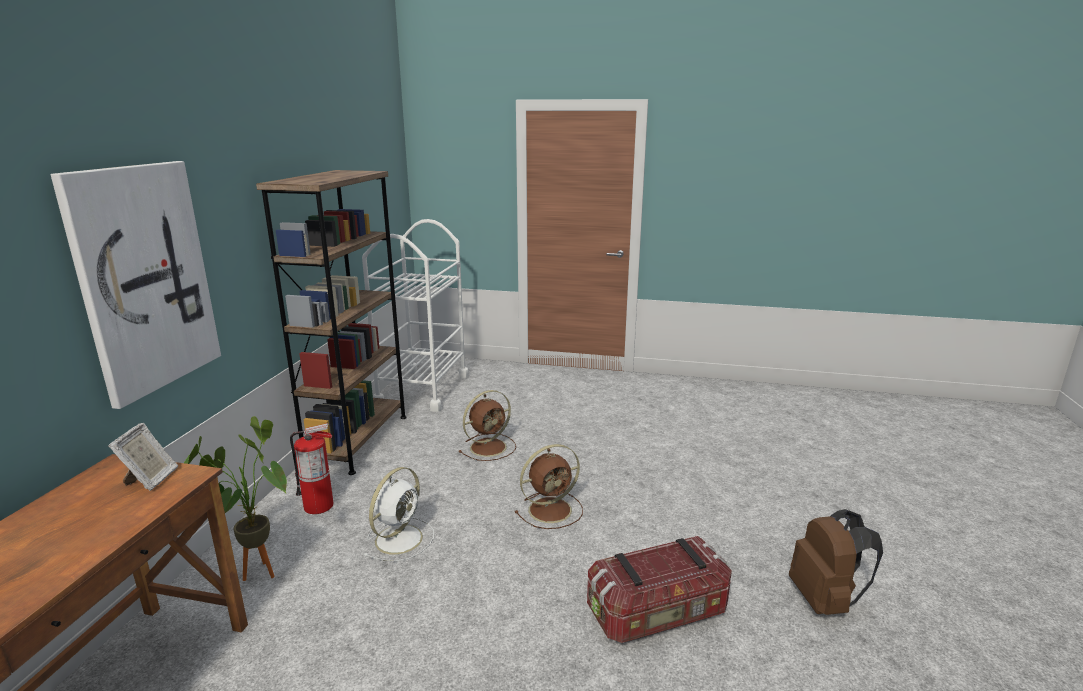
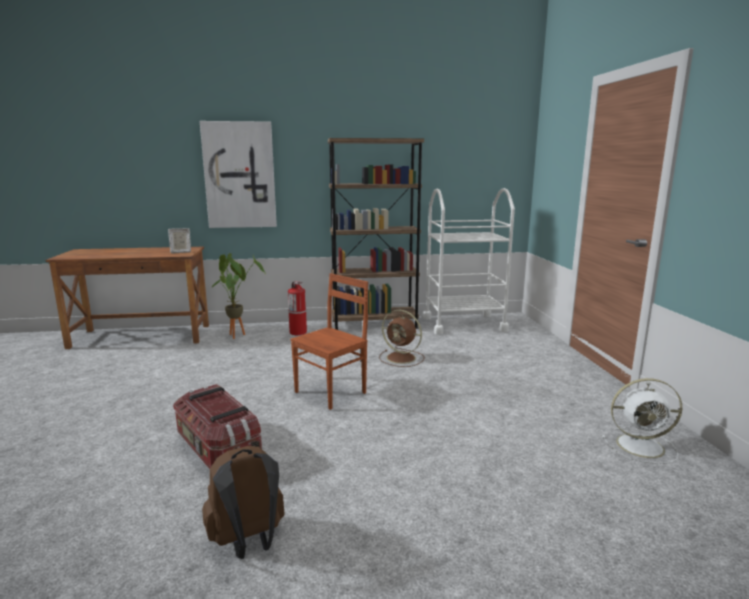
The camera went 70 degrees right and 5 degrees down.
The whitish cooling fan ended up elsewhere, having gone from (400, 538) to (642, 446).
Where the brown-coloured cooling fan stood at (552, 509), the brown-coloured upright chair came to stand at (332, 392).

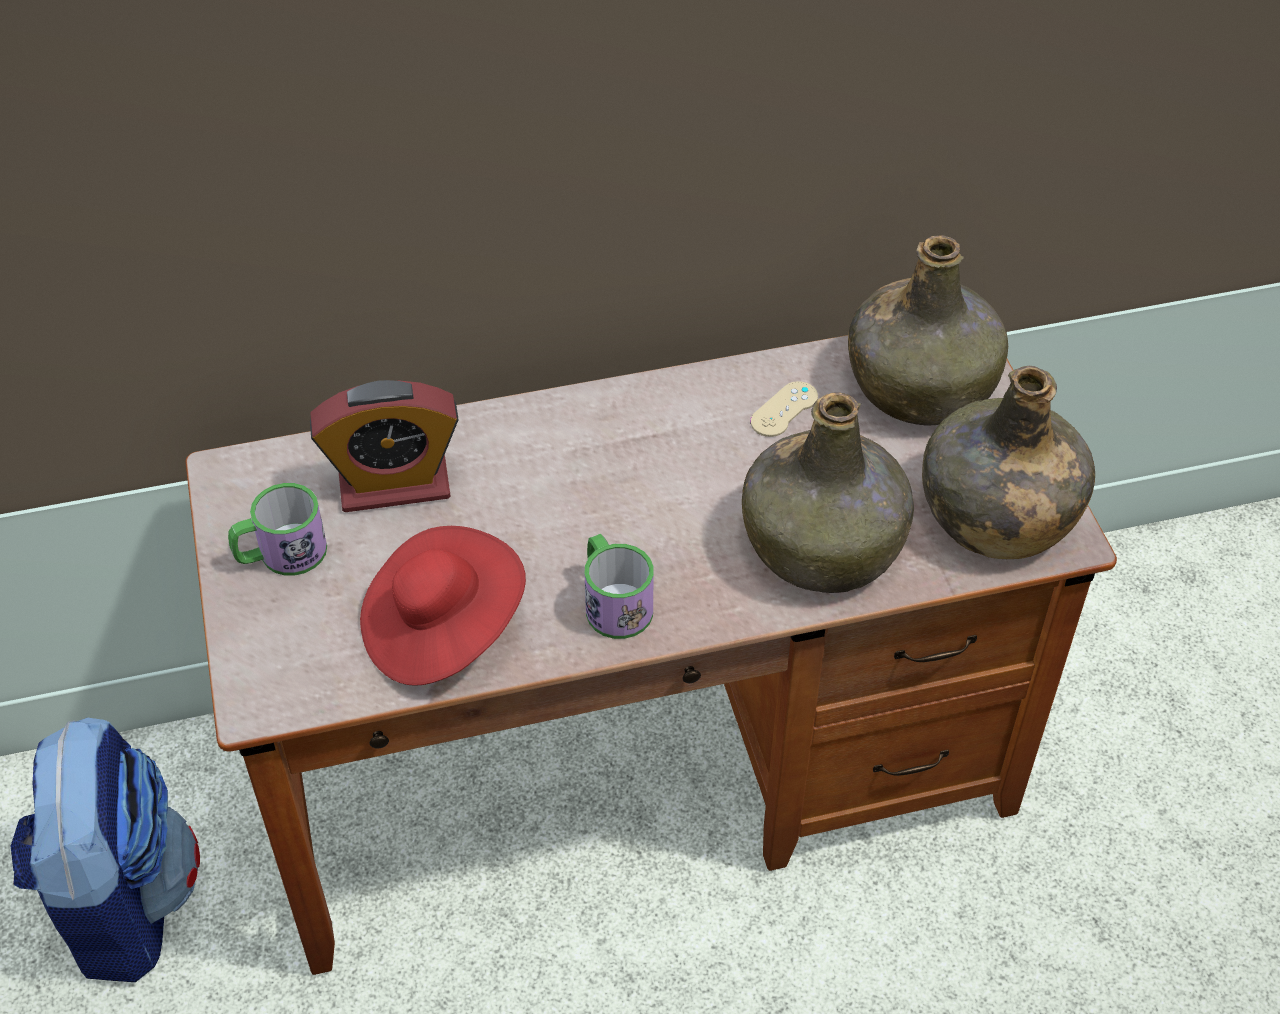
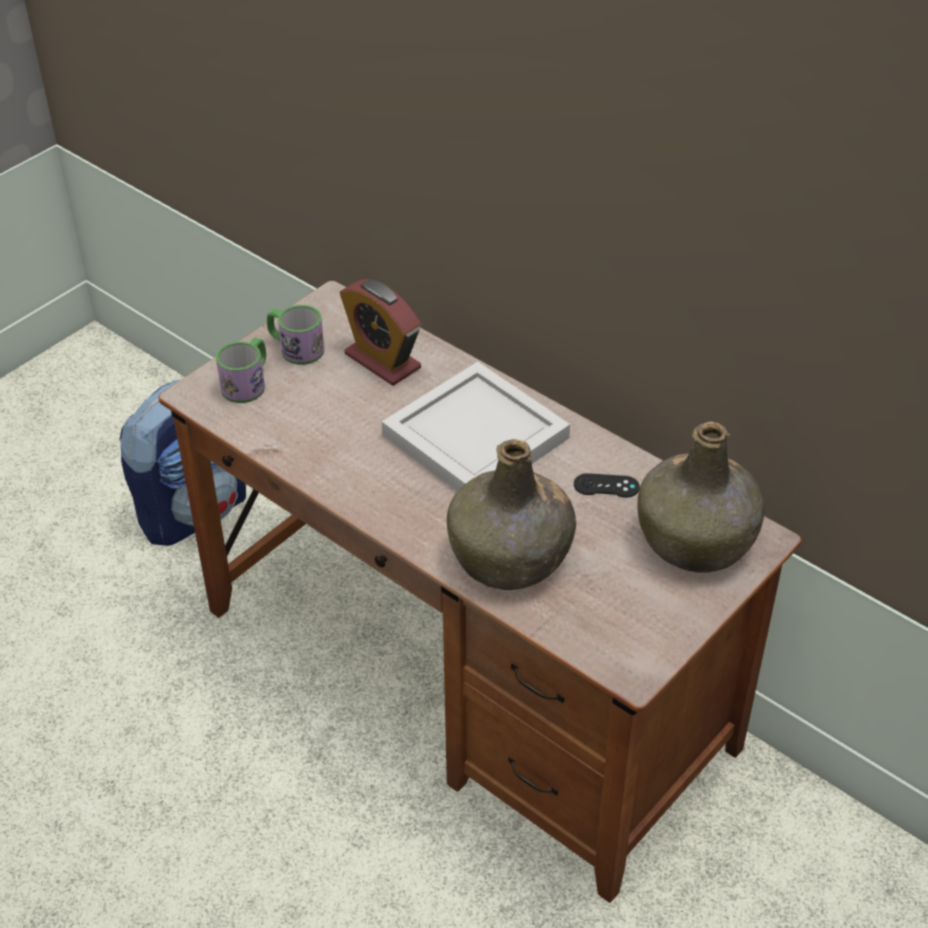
The camera went 55 degrees right and 5 degrees down.
The second view lost the reddish wearable hat at (442, 629).
The second view lost the greenish beverage bottle at (996, 514).
The second view gained the whitish tray at (472, 436).
The coffee mug ended up elsewhere, having gone from (613, 602) to (248, 383).
What was the beige gamepad at (784, 409) turned into the black gamepad at (606, 486).

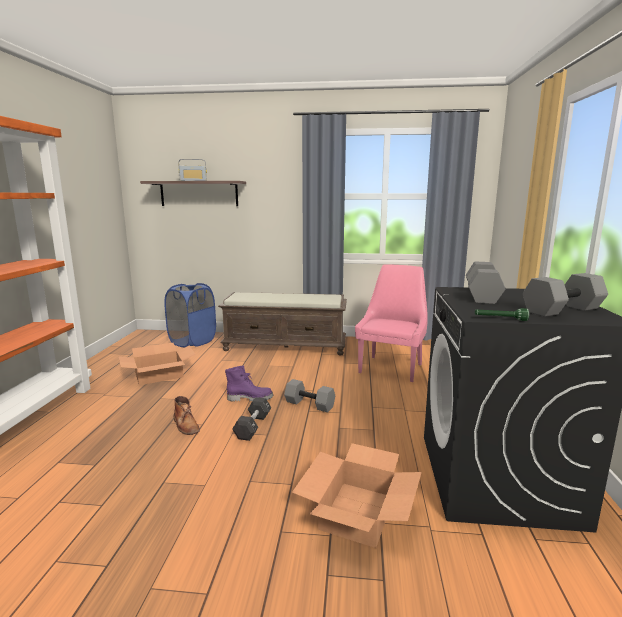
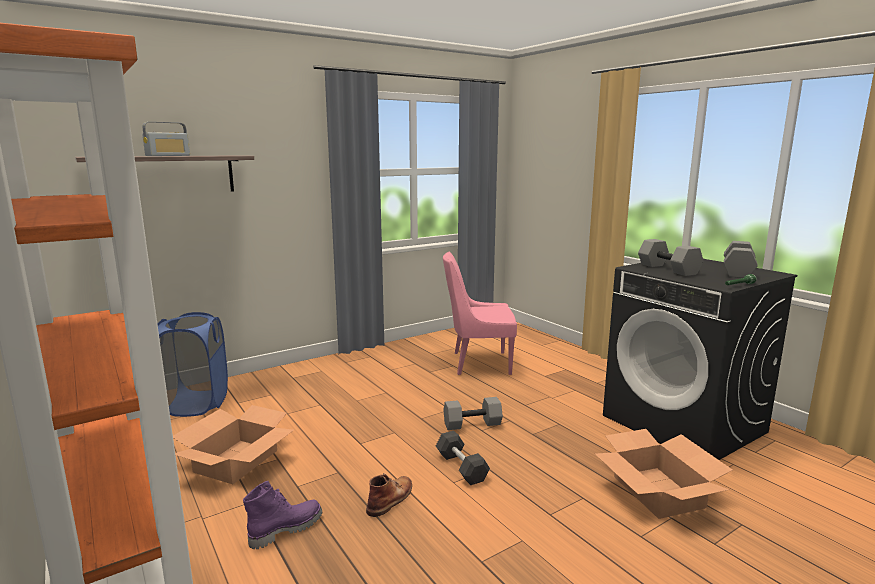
The camera went 40 degrees left and 0 degrees up.
The second view lost the brown-coloured indoor bench at (286, 346).
The purple-coloured tall boot ended up elsewhere, having gone from (250, 398) to (285, 529).
The brown-coloured tall boot at (186, 425) ended up facing another way, 75 degrees counterclockwise from before.
The pink upright chair at (391, 368) ended up facing another way, 75 degrees counterclockwise from before.

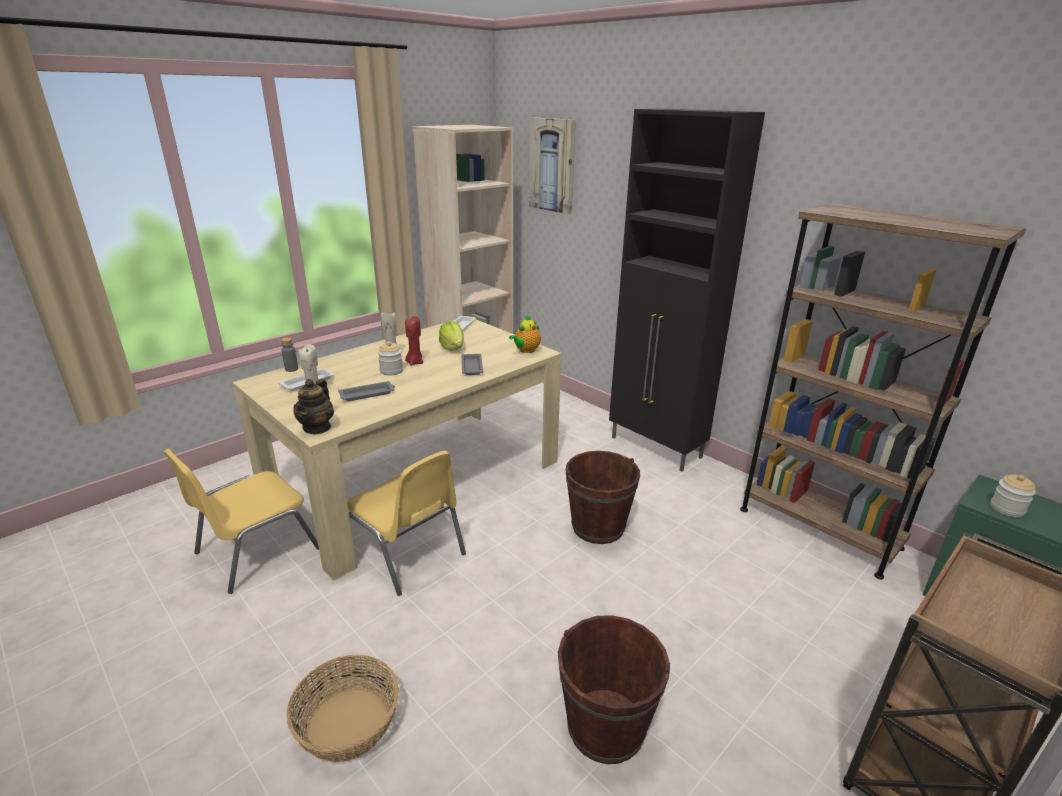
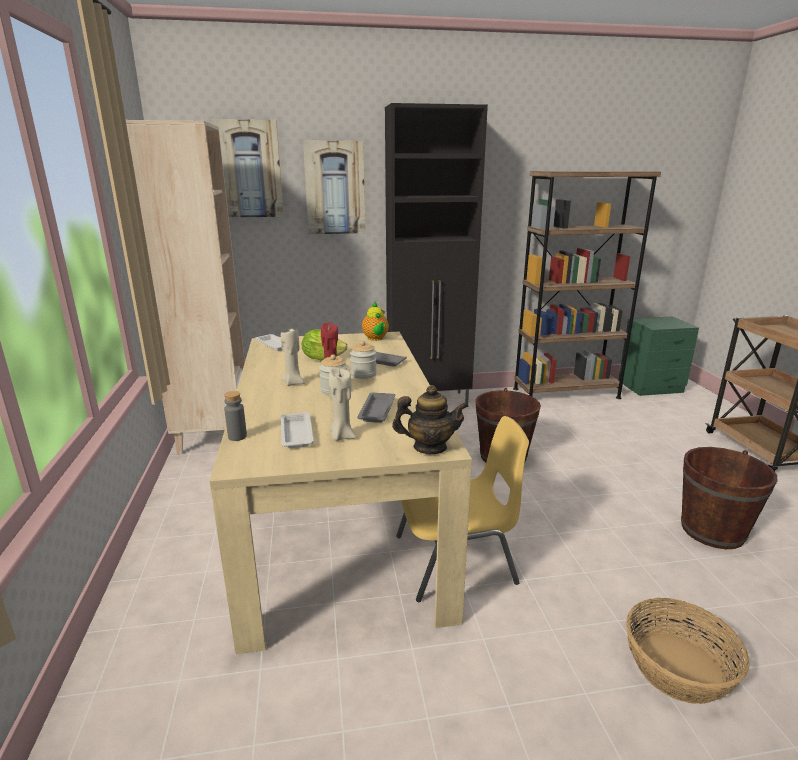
The camera went 55 degrees left and 5 degrees down.
The second view lost the yellow upright chair at (255, 551).
The second view gained the wall art at (335, 188).
The storage jar ended up elsewhere, having gone from (1007, 509) to (363, 374).
The pot for tea at (317, 427) ended up facing another way, 45 degrees counterclockwise from before.

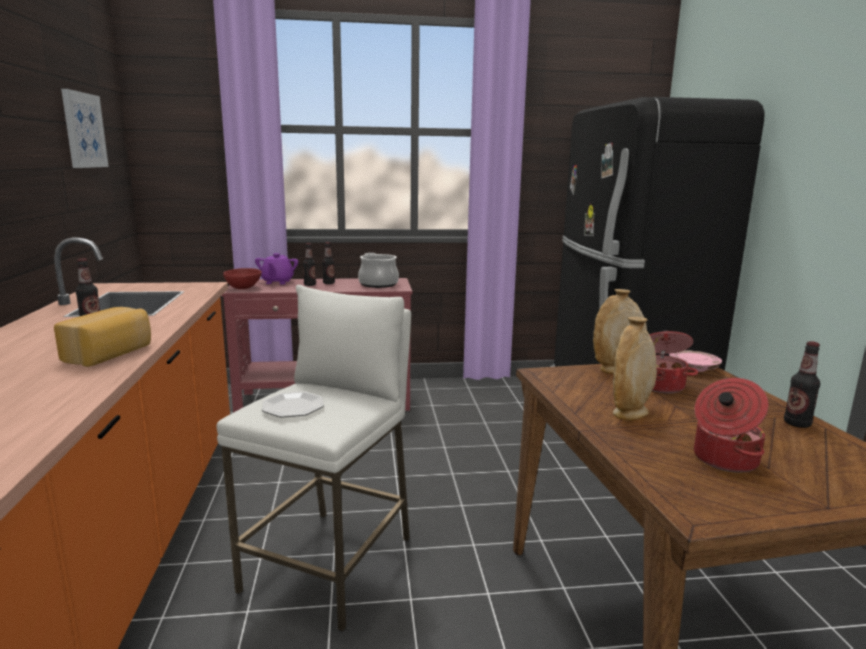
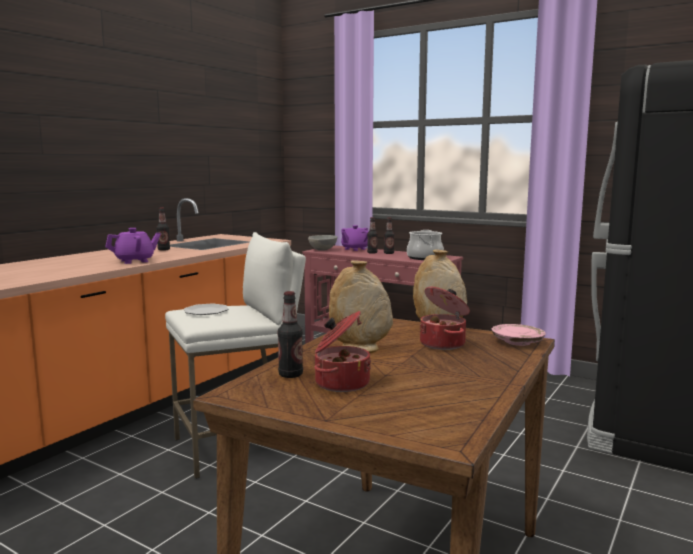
The camera went 40 degrees right and 5 degrees down.
The second view lost the wall art at (83, 130).
The beverage bottle ended up elsewhere, having gone from (797, 424) to (290, 375).
Where the bakery bread stood at (110, 354), the purple-coloured pot for tea came to stand at (135, 261).
What was the reddish bowl at (244, 288) turned into the grey bowl at (323, 250).

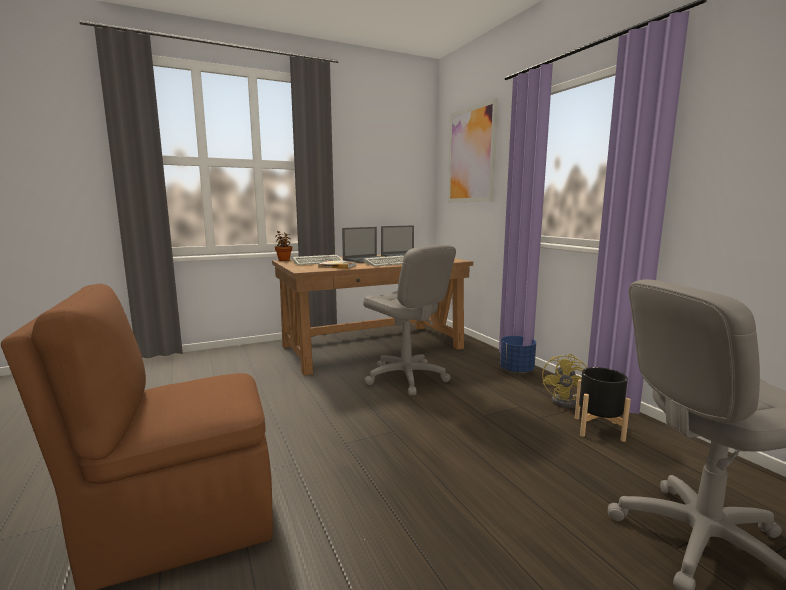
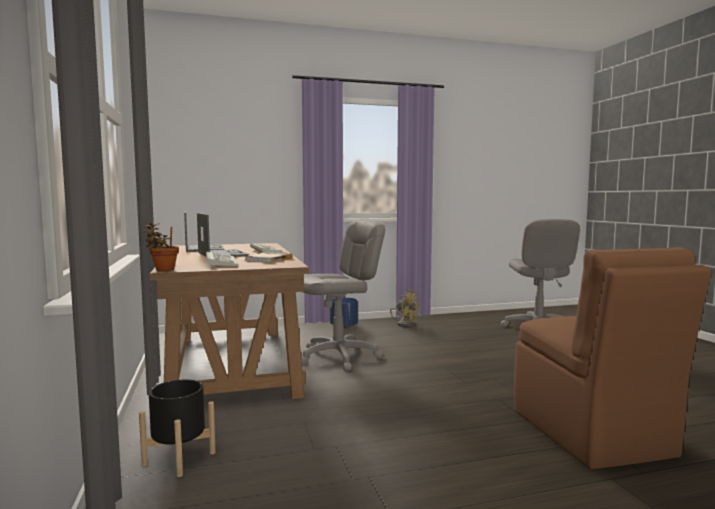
The camera went 80 degrees left and 5 degrees down.
The second view lost the wall art at (471, 155).
The black plant pot ended up elsewhere, having gone from (598, 428) to (179, 459).

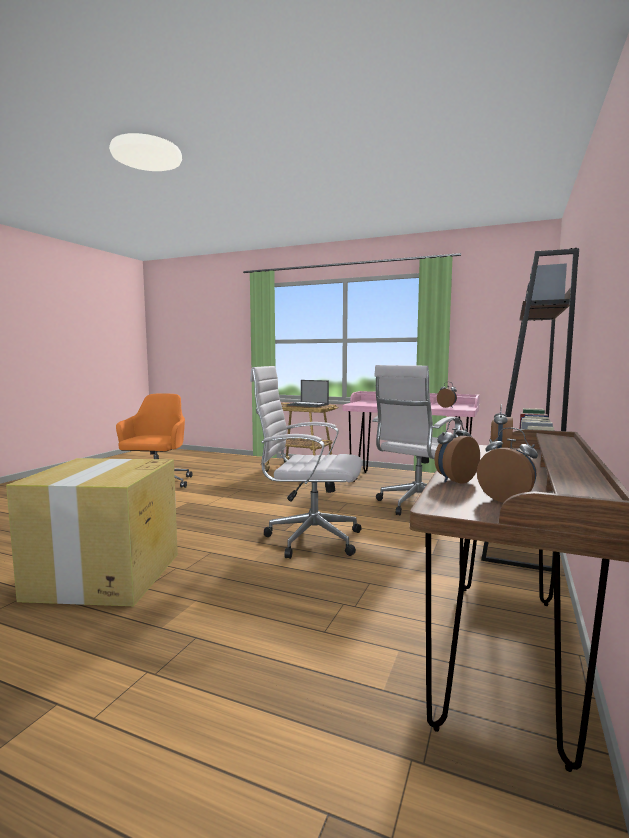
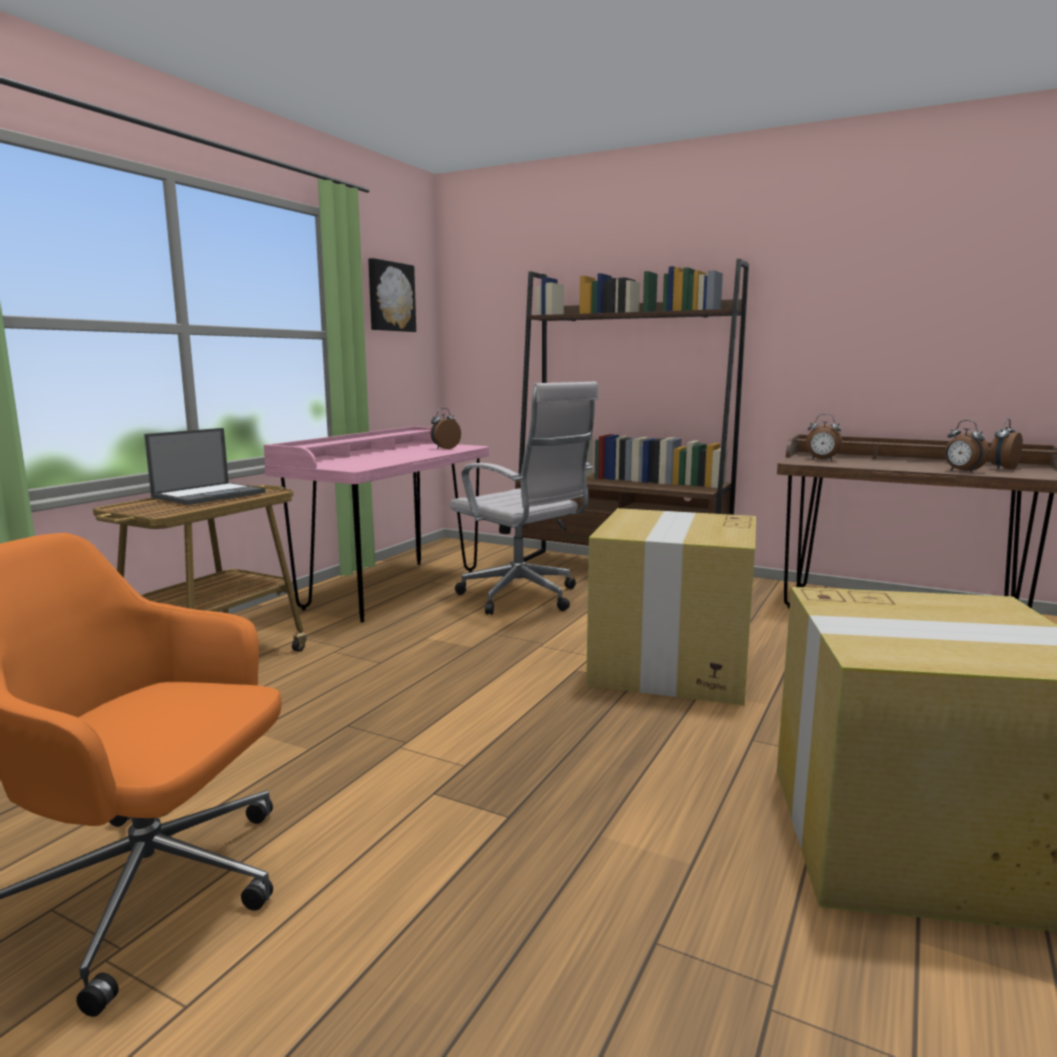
The camera went 85 degrees left and 5 degrees up.
The second view gained the wall art at (390, 296).
Where the whitish computer chair stood at (308, 539), the packing box came to stand at (671, 666).

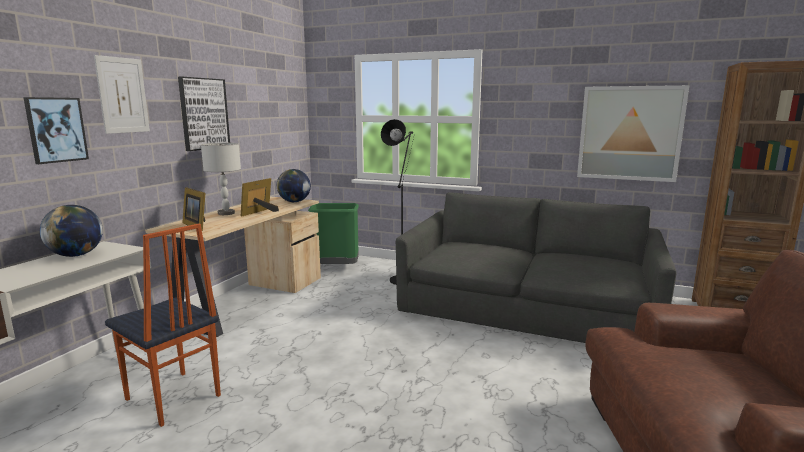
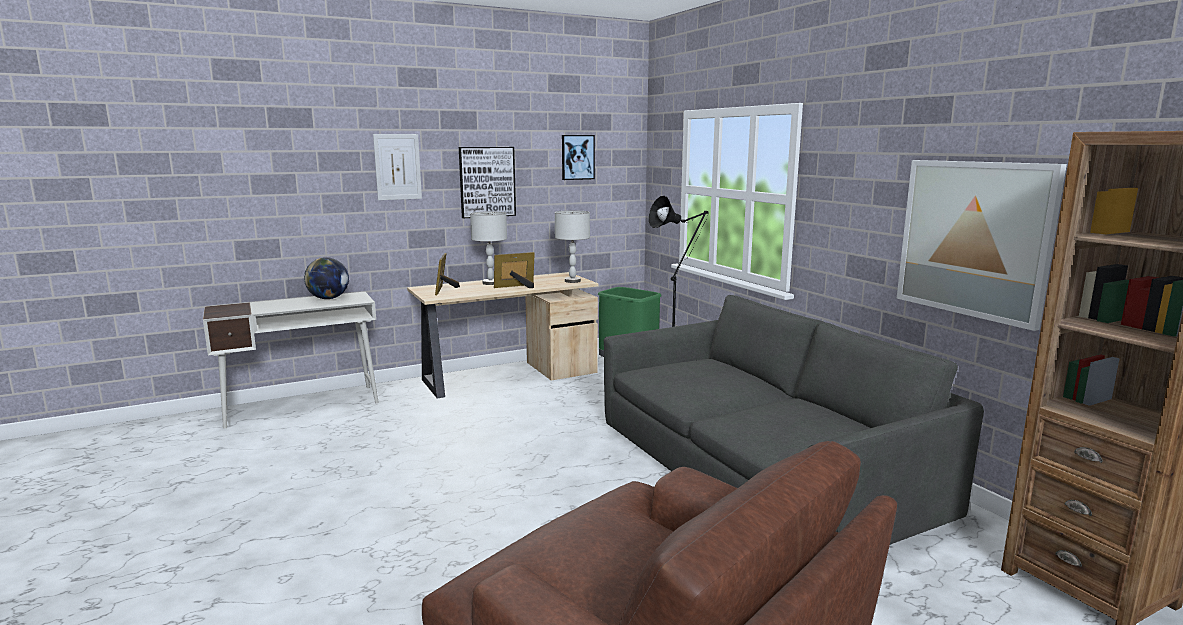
The camera went 40 degrees right and 0 degrees up.
The second view lost the upright chair at (172, 398).
The wall art ended up elsewhere, having gone from (56, 130) to (577, 157).
Where the globe stood at (294, 202), the grey tabletop lamp came to stand at (572, 281).

